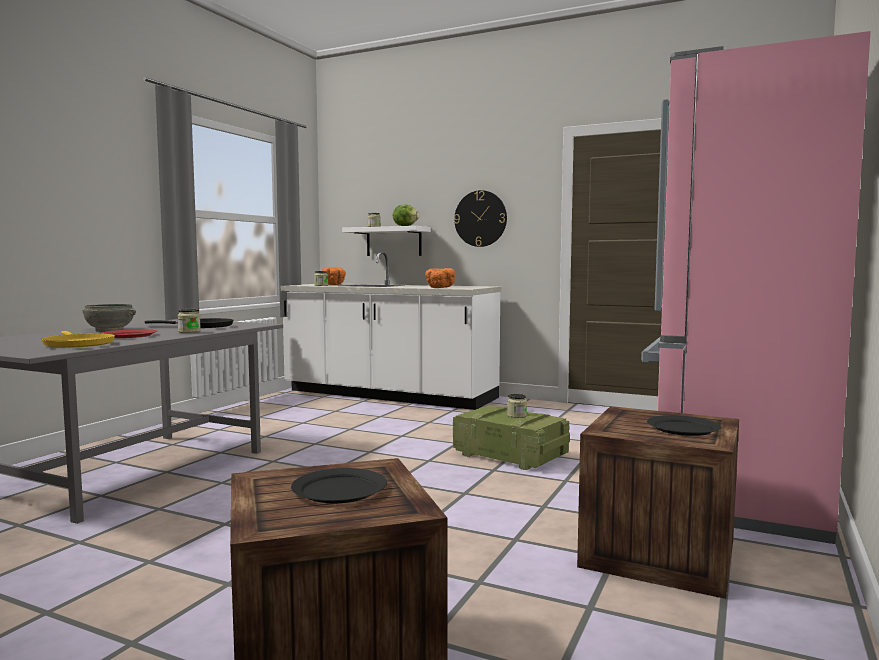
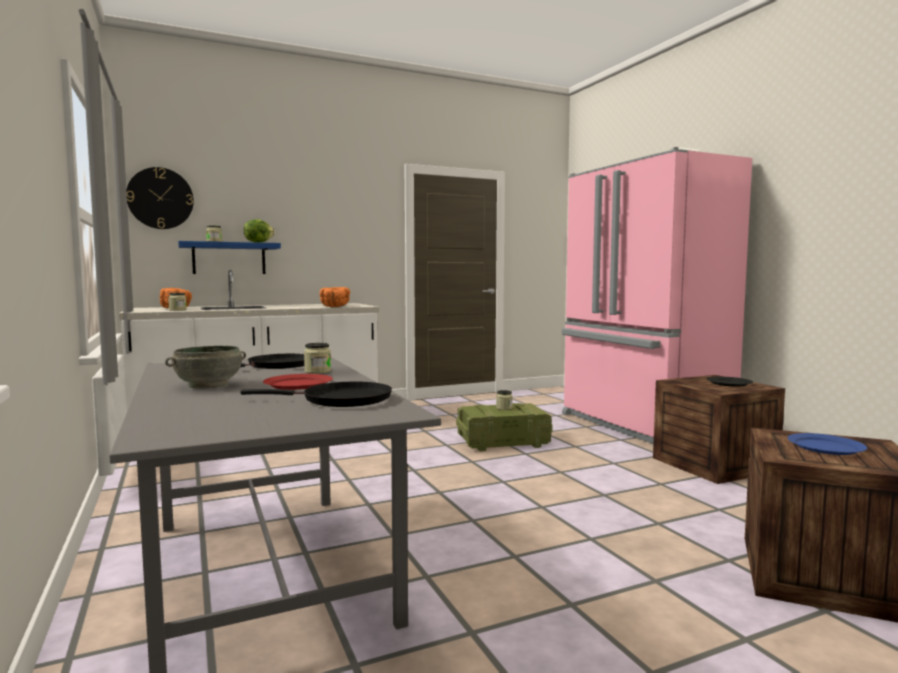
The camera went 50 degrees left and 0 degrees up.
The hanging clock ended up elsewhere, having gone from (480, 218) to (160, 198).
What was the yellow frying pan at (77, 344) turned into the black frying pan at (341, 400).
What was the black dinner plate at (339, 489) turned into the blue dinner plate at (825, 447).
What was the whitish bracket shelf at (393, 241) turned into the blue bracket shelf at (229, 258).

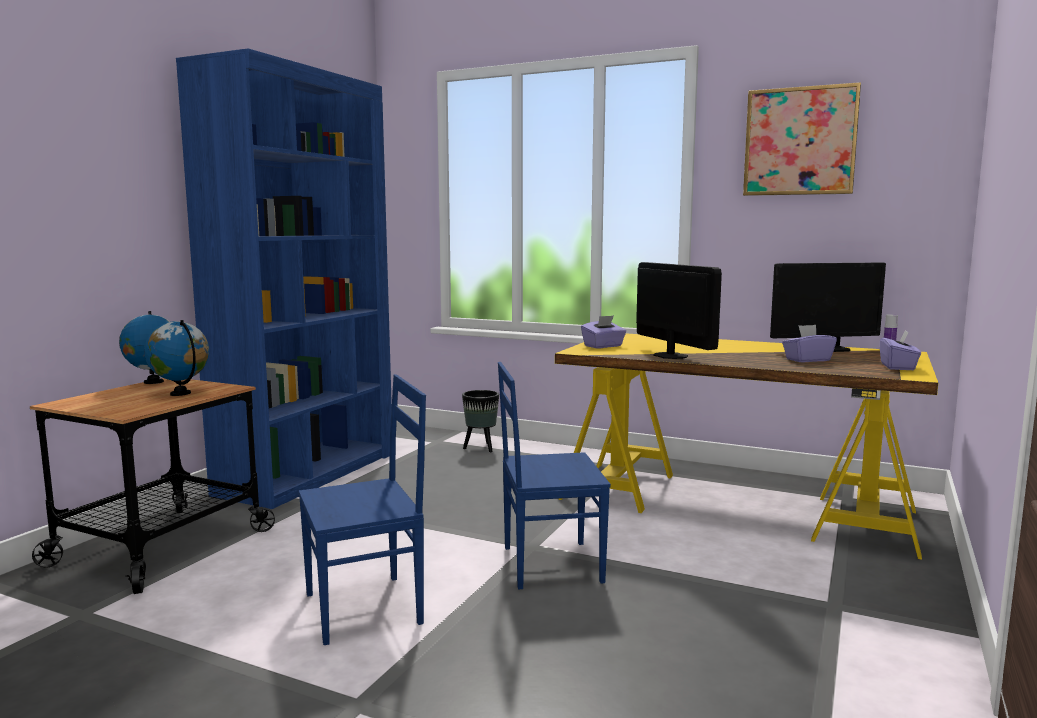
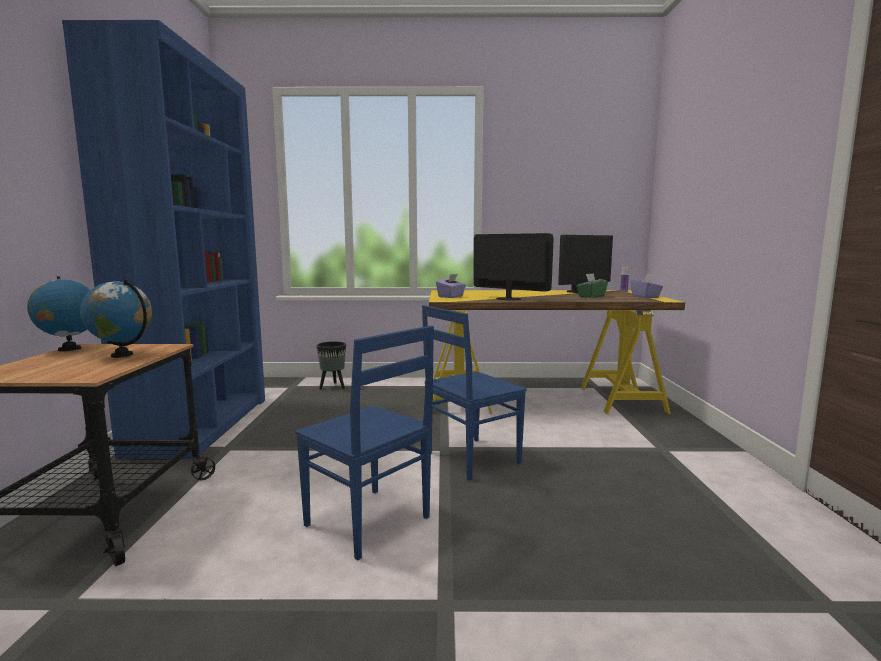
The camera went 25 degrees left and 0 degrees up.
The second view lost the wall art at (800, 141).
What was the purple-coloured box of tissues at (807, 360) turned into the greenish box of tissues at (591, 296).
The blue upright chair at (366, 609) ended up facing another way, 90 degrees clockwise from before.

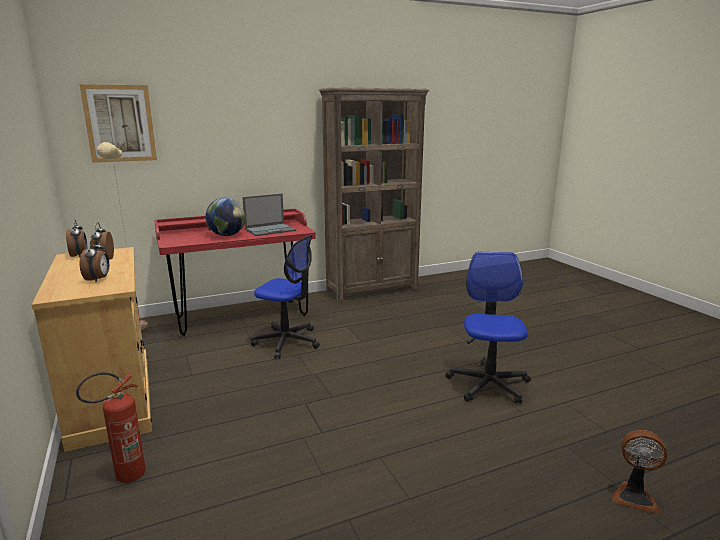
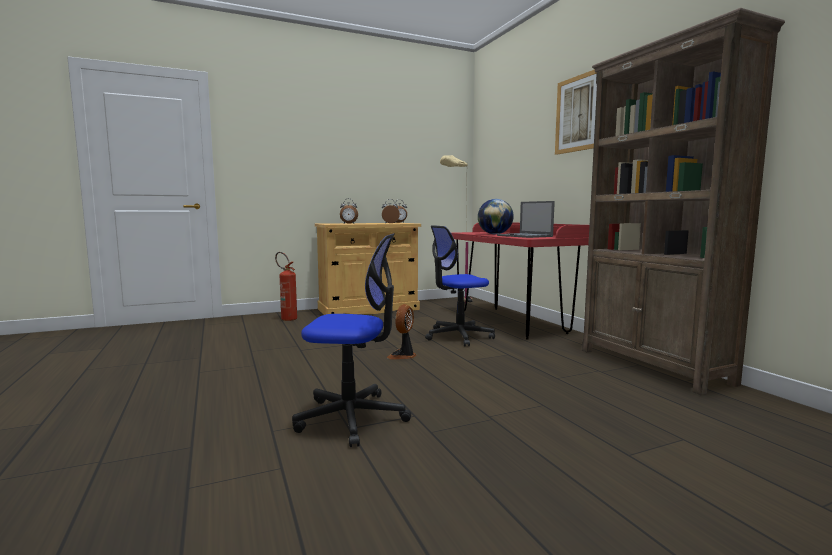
The camera went 90 degrees right and 10 degrees down.
The wall art ended up elsewhere, having gone from (120, 123) to (578, 113).
The cooling fan ended up elsewhere, having gone from (634, 496) to (403, 356).
The computer chair at (287, 342) ended up facing another way, 45 degrees clockwise from before.

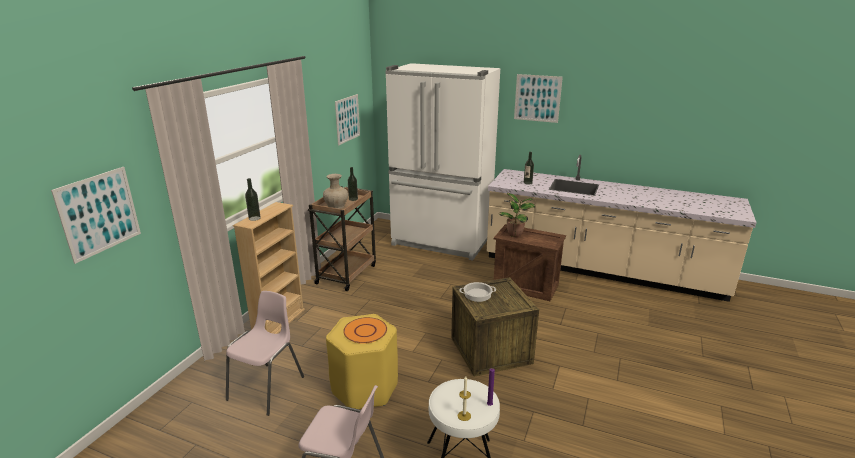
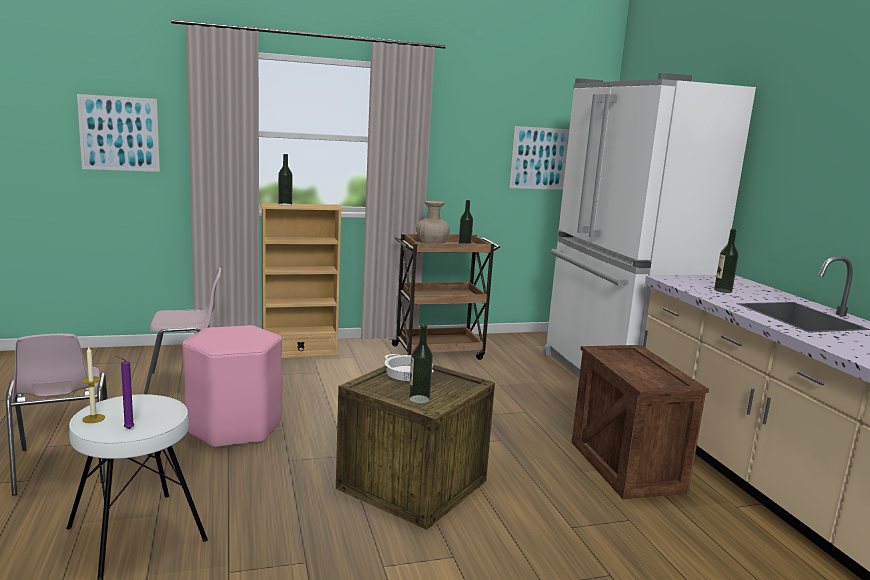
The camera went 50 degrees right and 10 degrees down.
The second view lost the orange dinner plate at (365, 331).
The second view lost the plant in a pot at (516, 234).
The second view lost the wall art at (537, 98).
The second view gained the beverage bottle at (419, 399).
What was the yellow stool seat at (365, 388) turned into the pink stool seat at (235, 427).

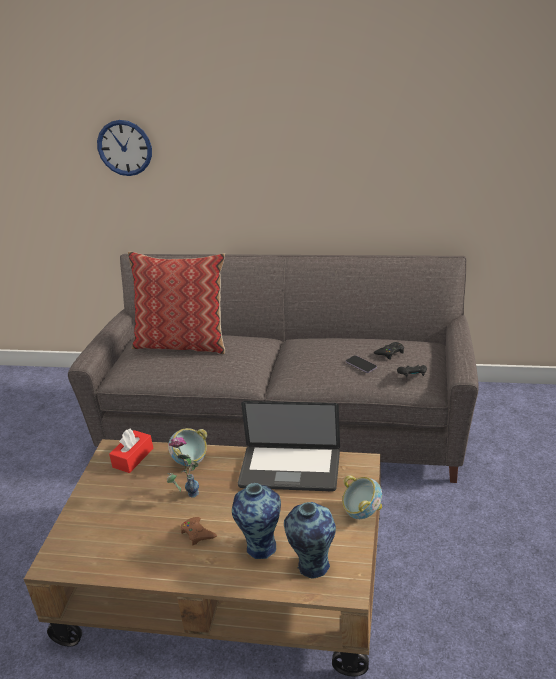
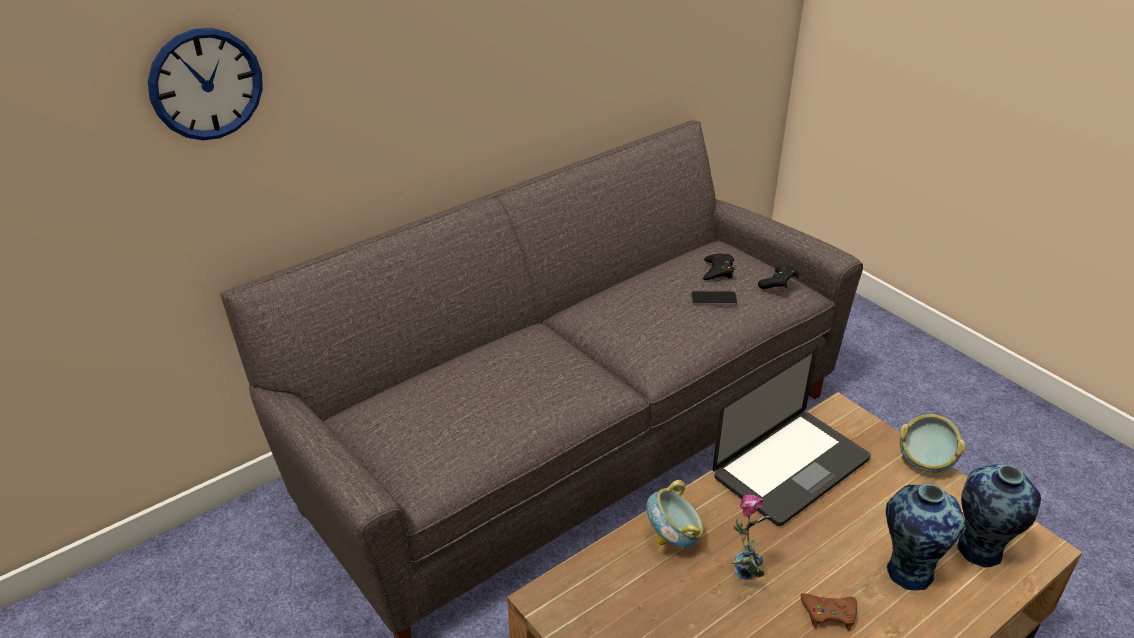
The camera went 50 degrees left and 5 degrees up.
The second view lost the reddish box of tissues at (133, 458).
The second view lost the throw pillow at (183, 343).

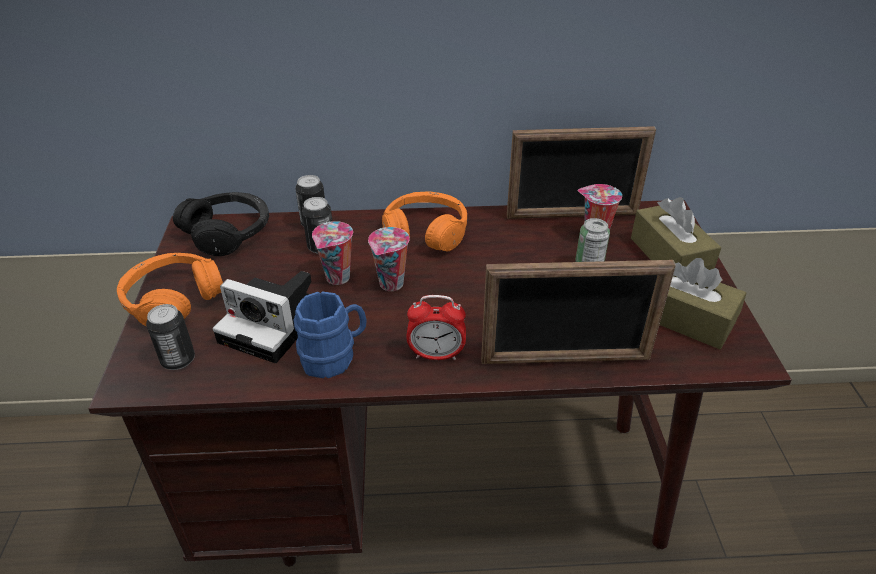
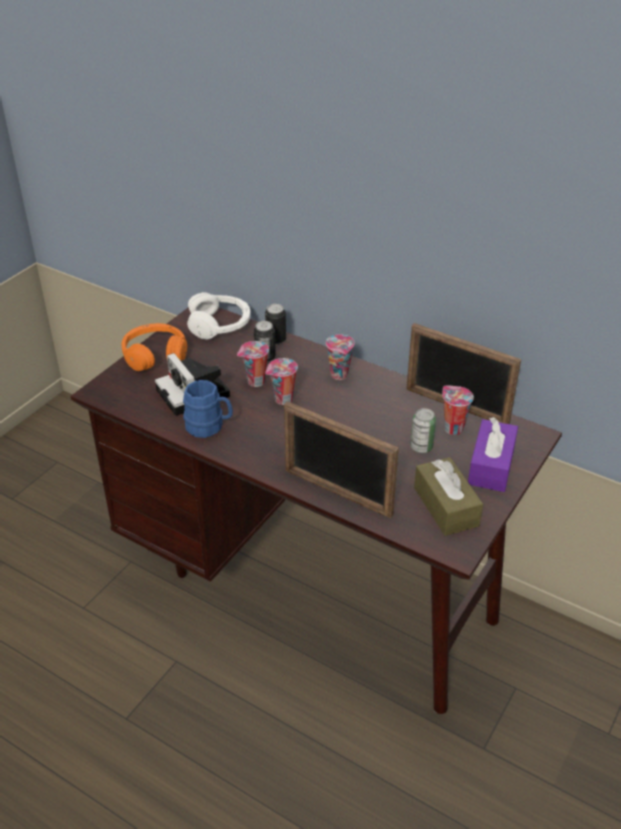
The camera went 35 degrees right and 0 degrees up.
The second view lost the metal can at (178, 360).
The second view lost the alarm clock at (436, 355).
Where the orange headset stood at (425, 232), the cup came to stand at (340, 375).
What was the black headset at (228, 233) turned into the whitish headset at (220, 325).
What was the brown-coloured box of tissues at (669, 257) turned into the purple-coloured box of tissues at (491, 466).

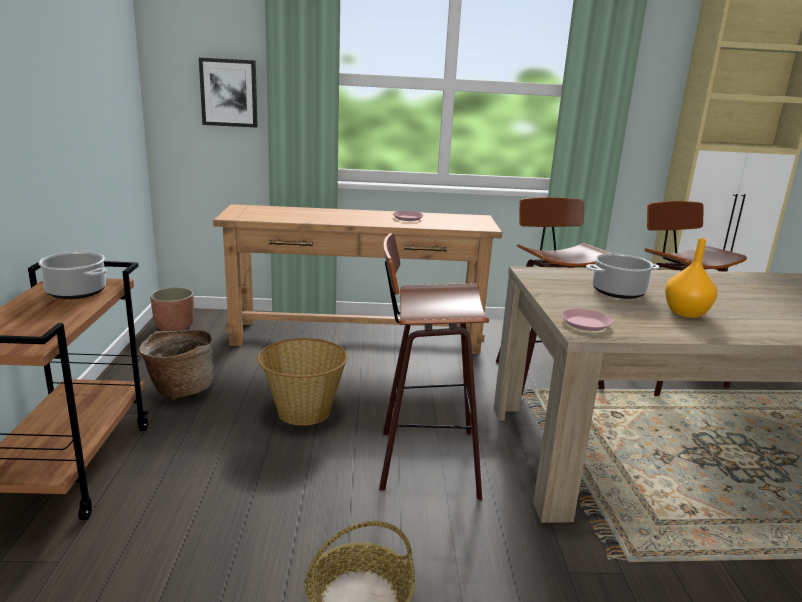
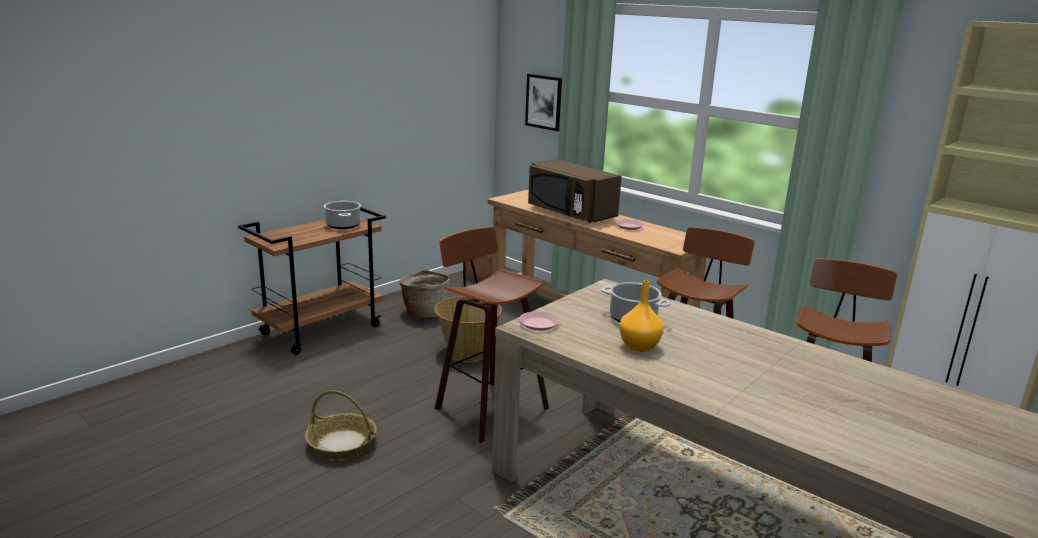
The camera went 45 degrees right and 0 degrees up.
The second view gained the brown-coloured microwave oven at (569, 213).

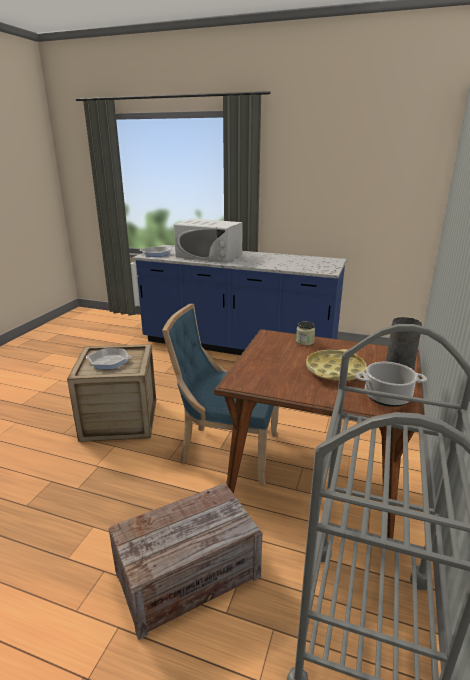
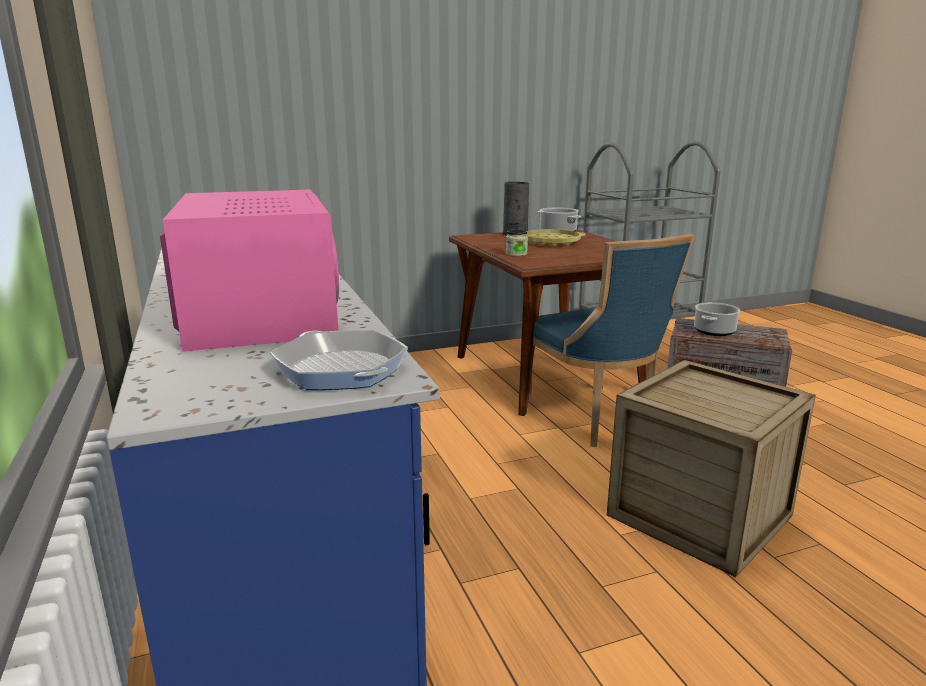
The camera went 130 degrees left and 5 degrees down.
The second view lost the frying pan at (109, 362).
The second view gained the saucepot at (714, 331).
What was the whitish microwave oven at (209, 255) turned into the pink microwave oven at (261, 313).

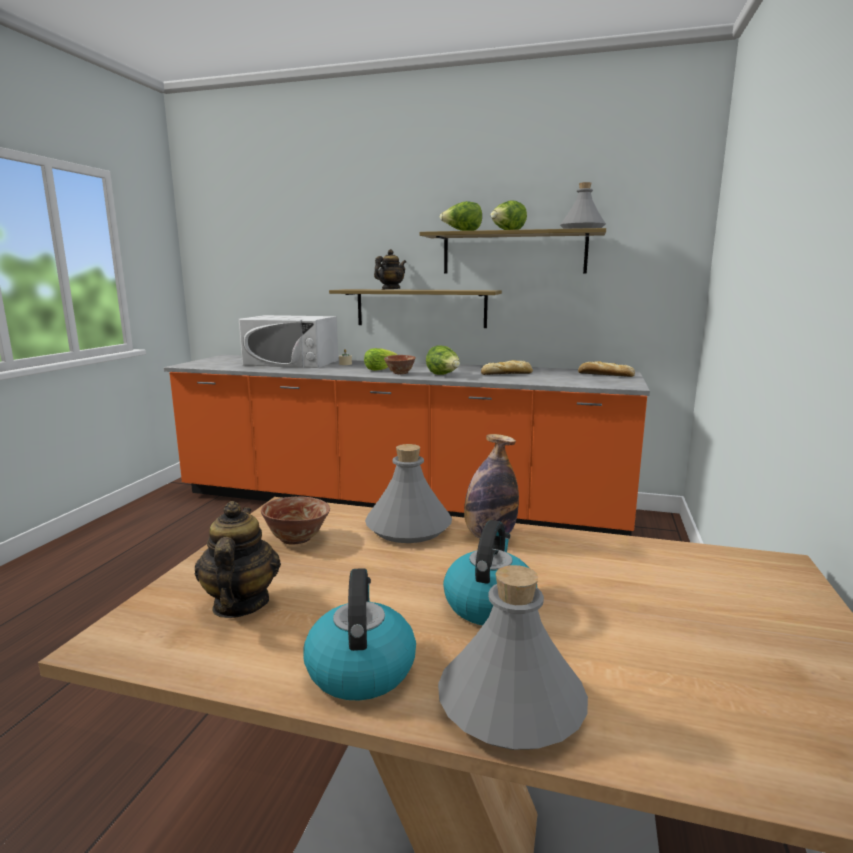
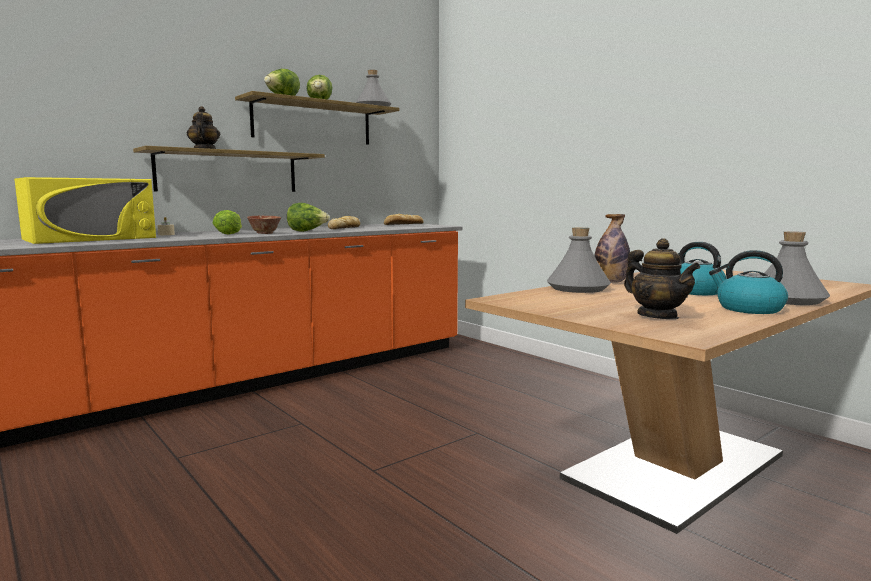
The camera went 55 degrees left and 5 degrees down.
The second view lost the bowl at (296, 538).
What was the whitish microwave oven at (291, 362) turned into the yellow microwave oven at (90, 238).
The pot for tea at (240, 604) ended up facing another way, 150 degrees counterclockwise from before.

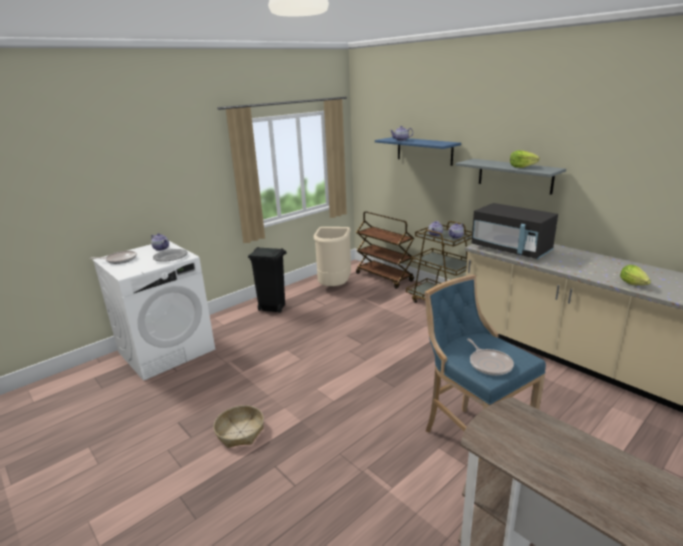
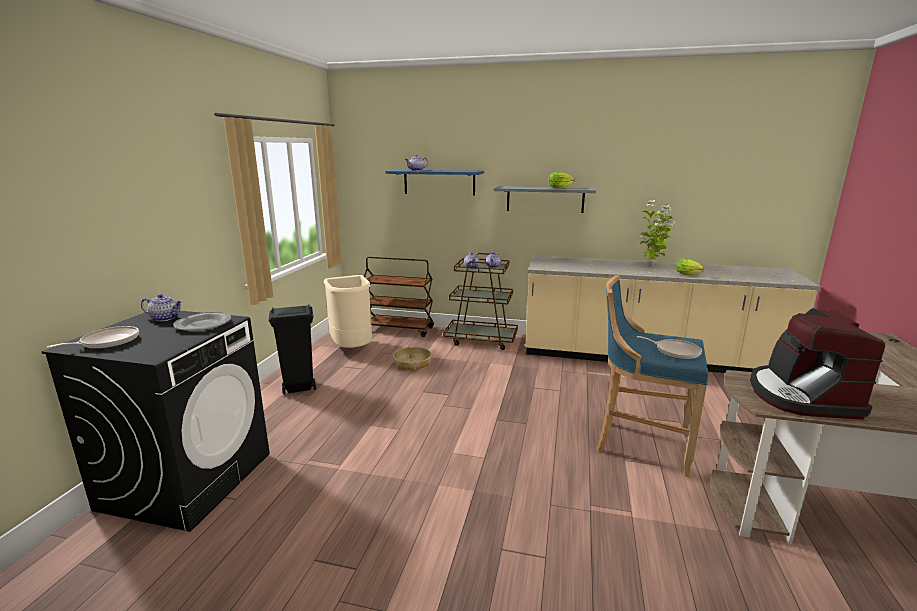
The camera went 35 degrees left and 5 degrees down.
The second view lost the black microwave oven at (511, 250).
The second view gained the plant in a pot at (652, 266).
The second view gained the coffee machine at (801, 396).
The storage basket ended up elsewhere, having gone from (240, 432) to (412, 363).
What was the whitish laundry machine at (167, 350) turned into the black laundry machine at (188, 479).

